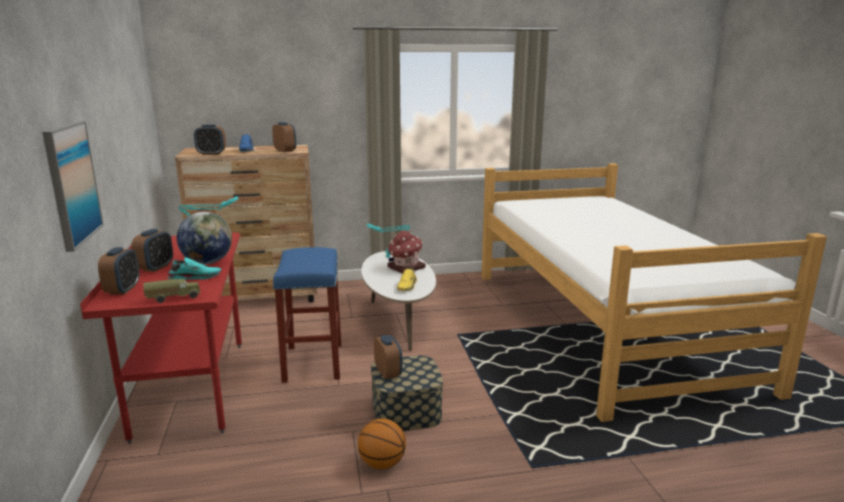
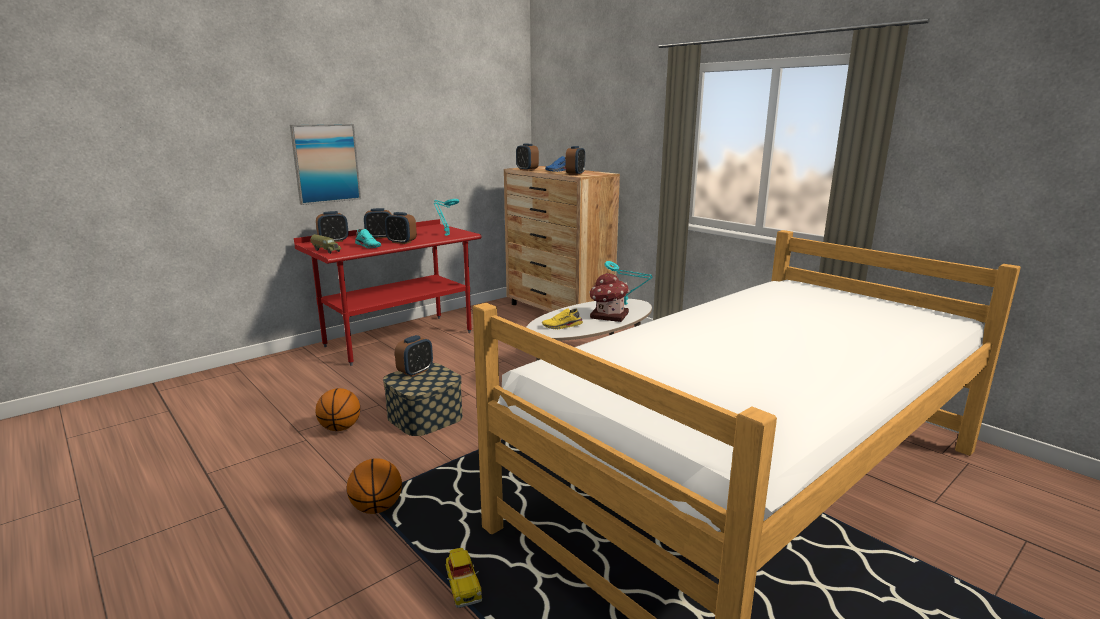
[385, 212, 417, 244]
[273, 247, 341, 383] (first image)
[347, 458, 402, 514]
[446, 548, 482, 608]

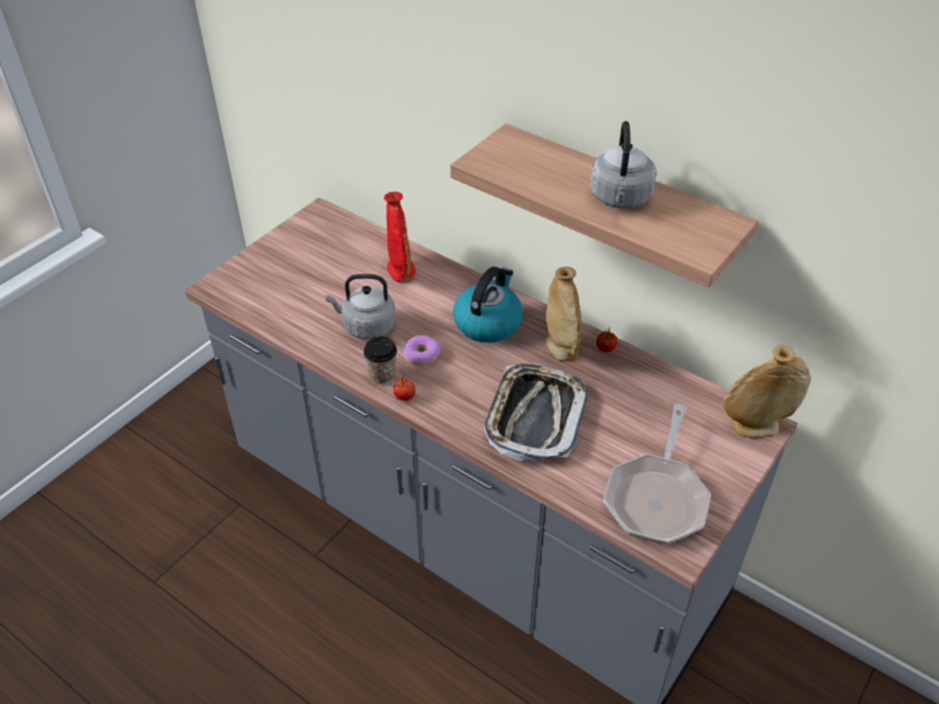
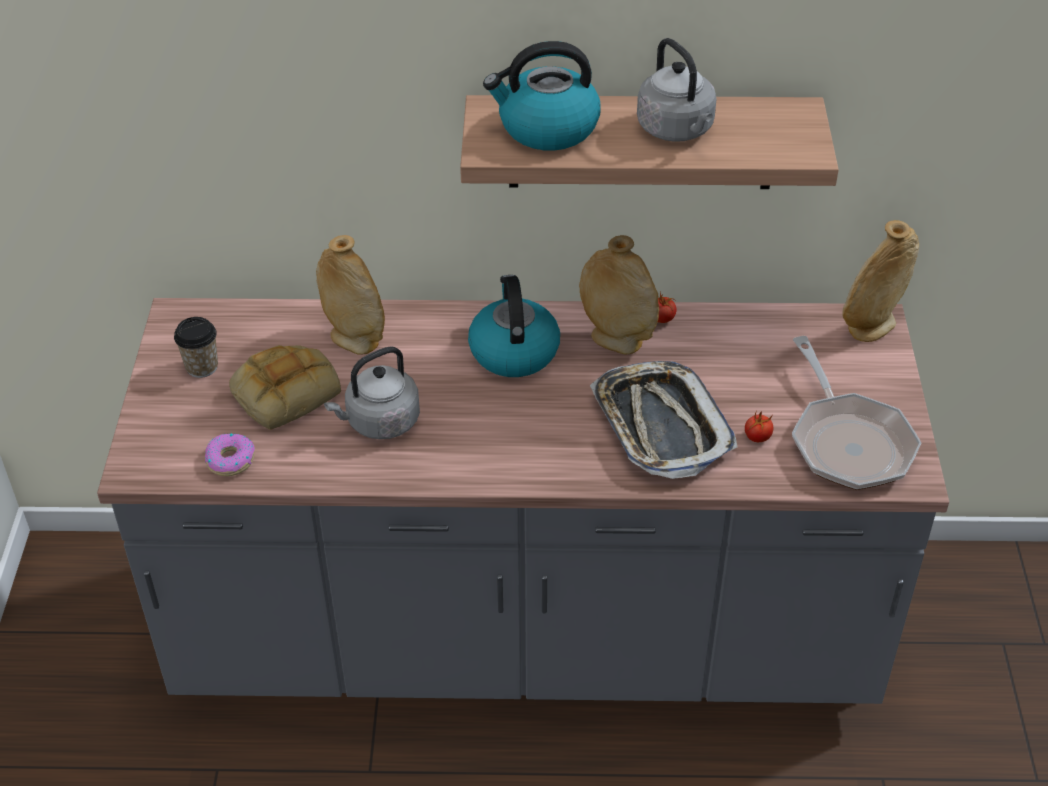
[174, 317, 218, 378]
[316, 235, 385, 355]
[745, 410, 774, 442]
[205, 434, 255, 476]
[229, 345, 341, 430]
[483, 41, 601, 151]

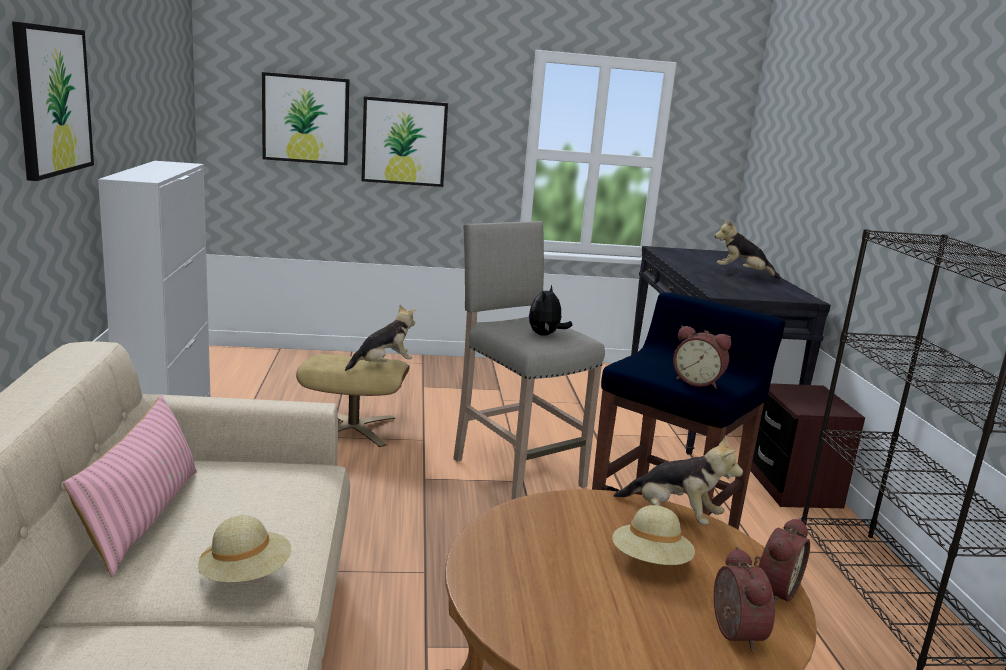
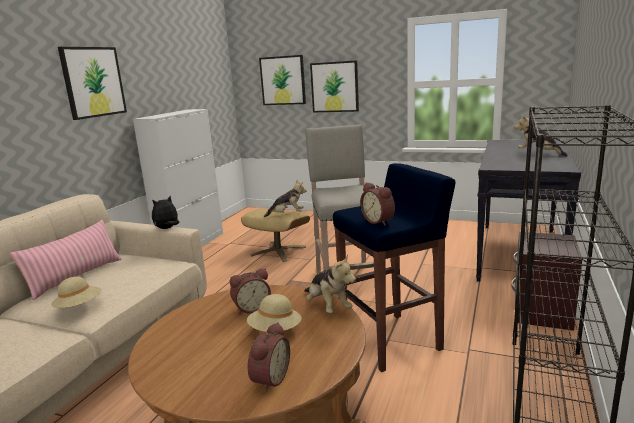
[152, 196, 179, 229]
[230, 268, 271, 314]

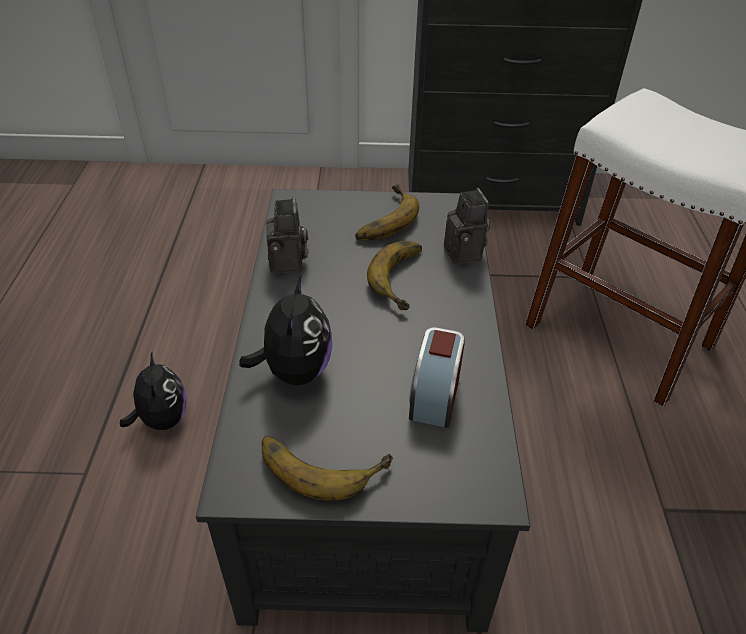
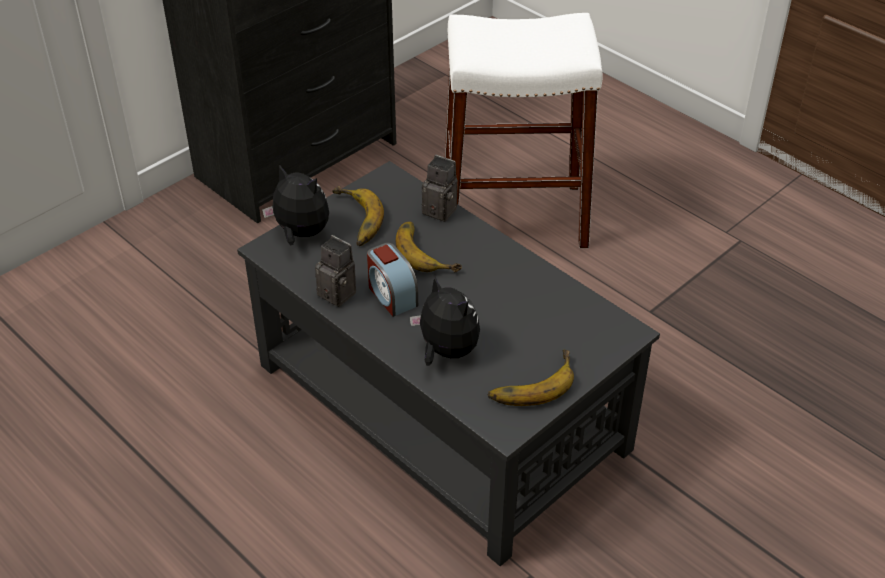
[262, 164, 329, 245]
[367, 243, 418, 317]

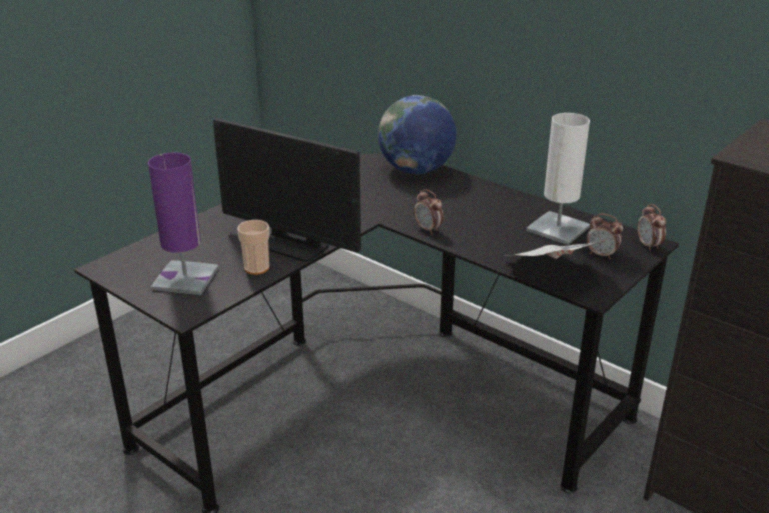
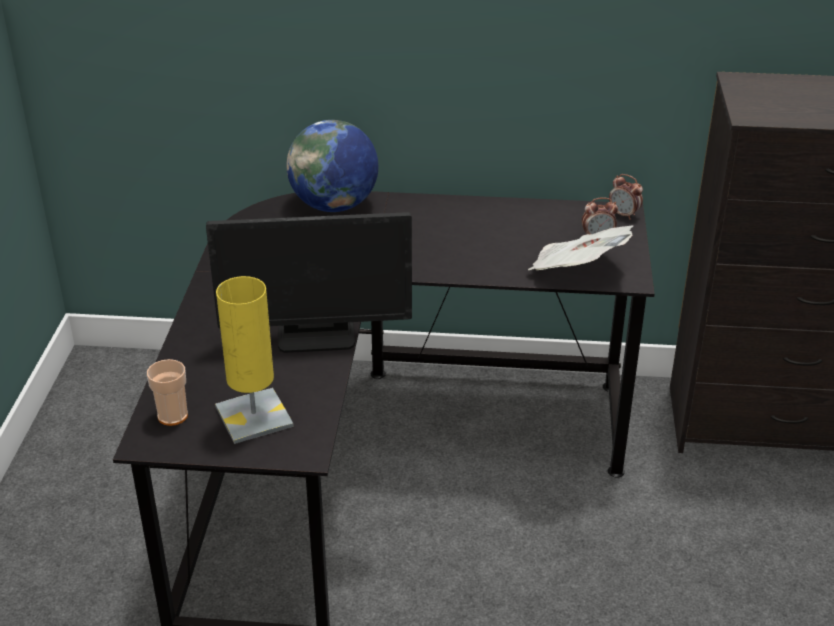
[215, 276, 294, 444]
[147, 359, 188, 426]
[414, 189, 444, 234] (first image)
[526, 113, 590, 245] (first image)

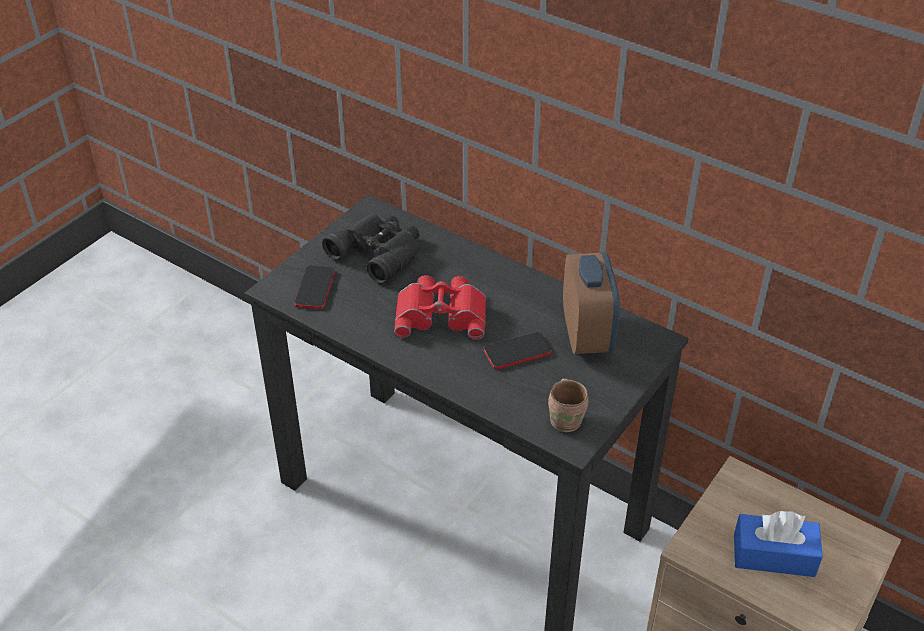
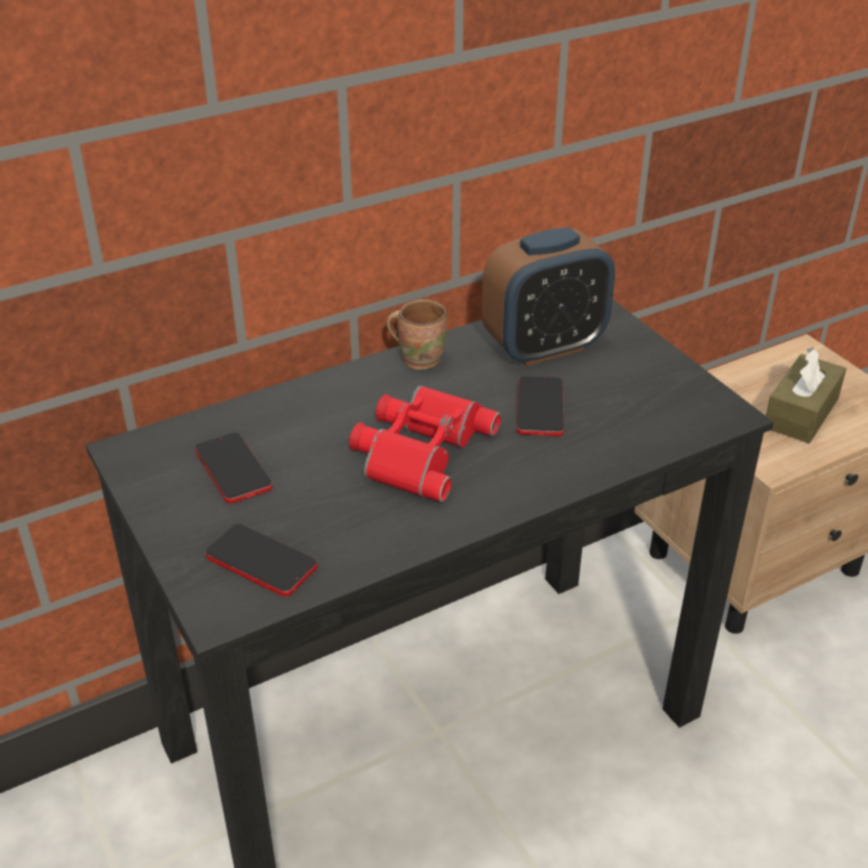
[195, 432, 272, 504]
[387, 299, 447, 370]
[482, 227, 615, 366]
[766, 347, 846, 443]

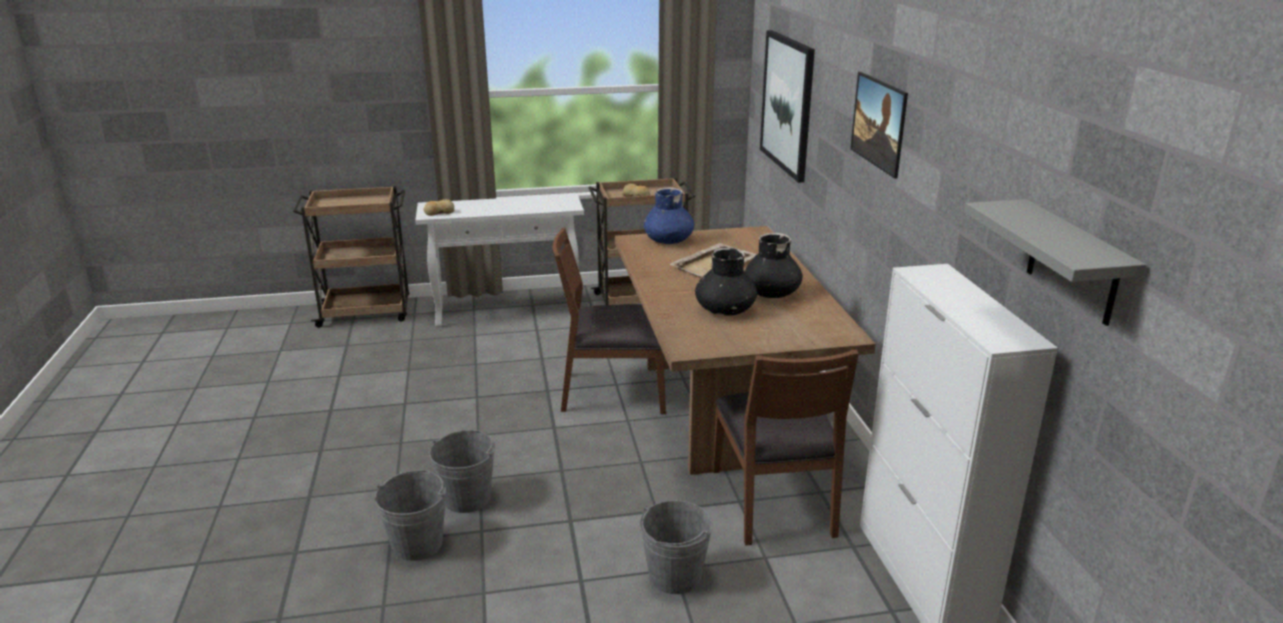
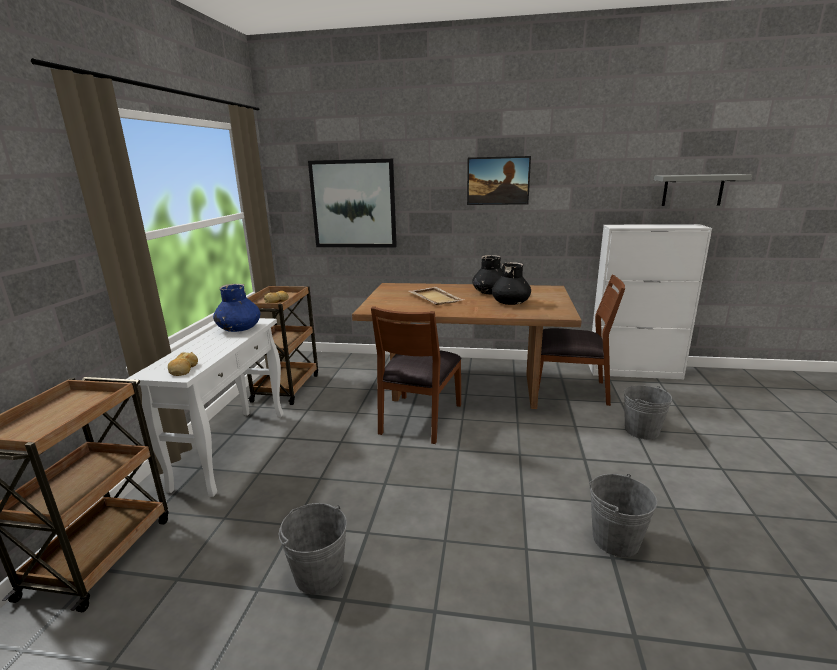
[279, 503, 347, 594]
[213, 284, 260, 332]

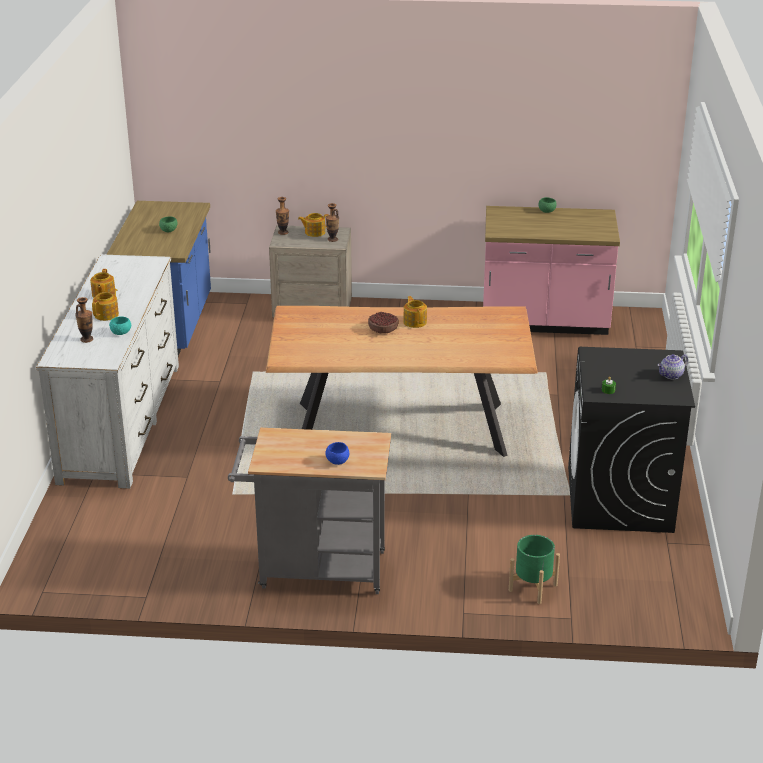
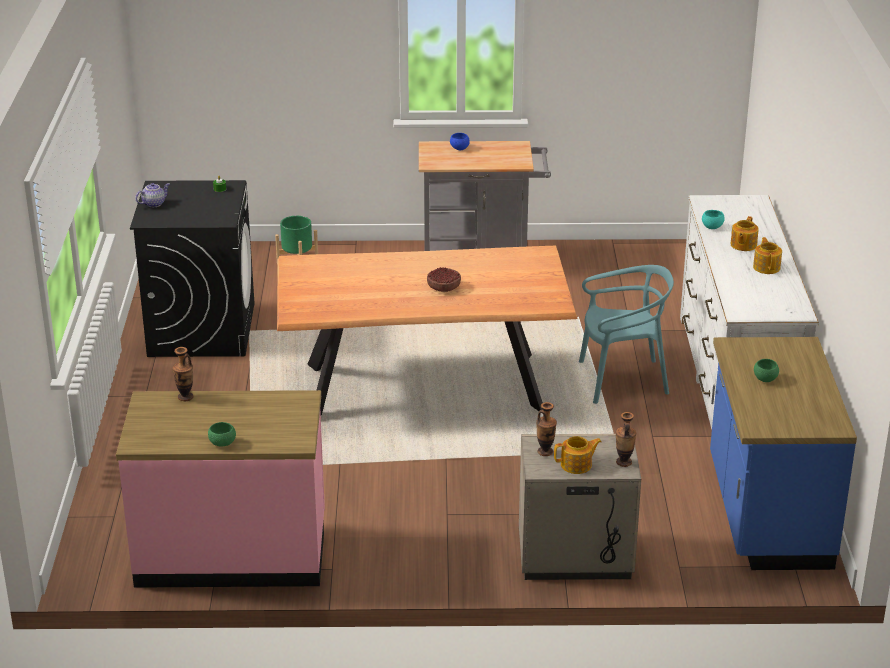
[173, 347, 194, 401]
[403, 296, 427, 328] (first image)
[579, 265, 674, 404]

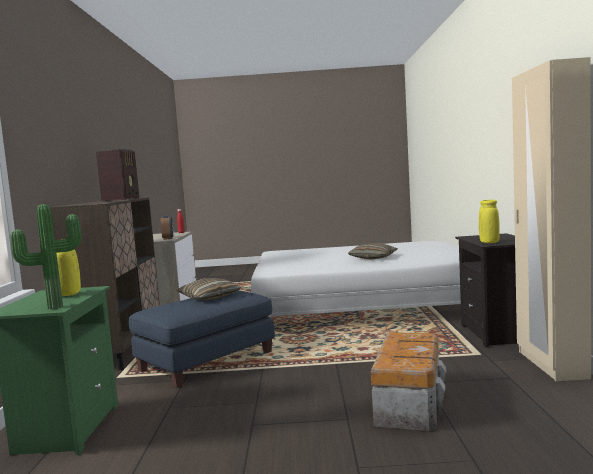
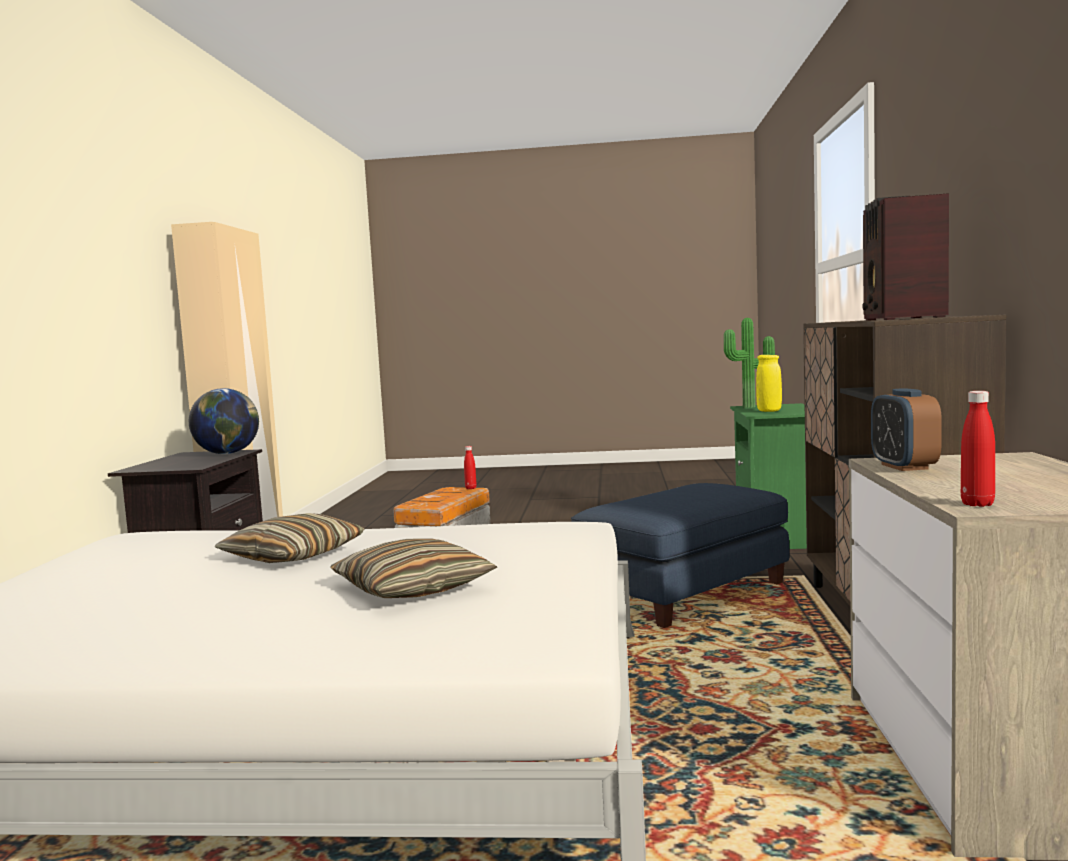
[330, 538, 497, 598]
[189, 388, 259, 454]
[464, 446, 477, 489]

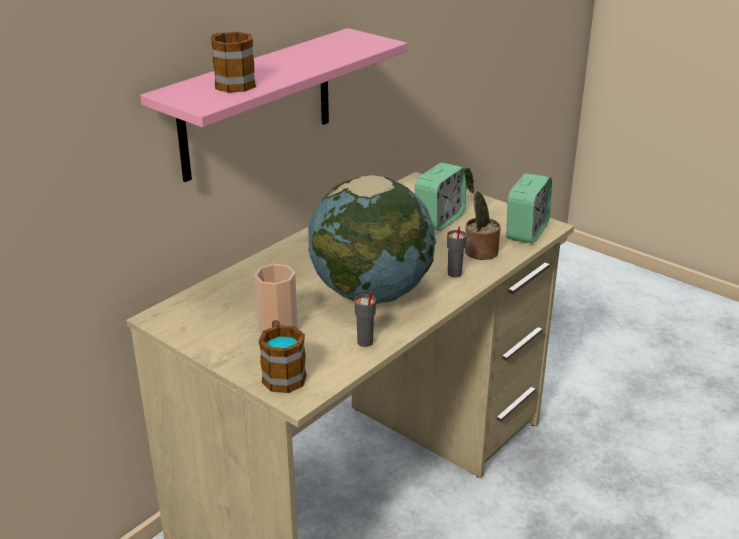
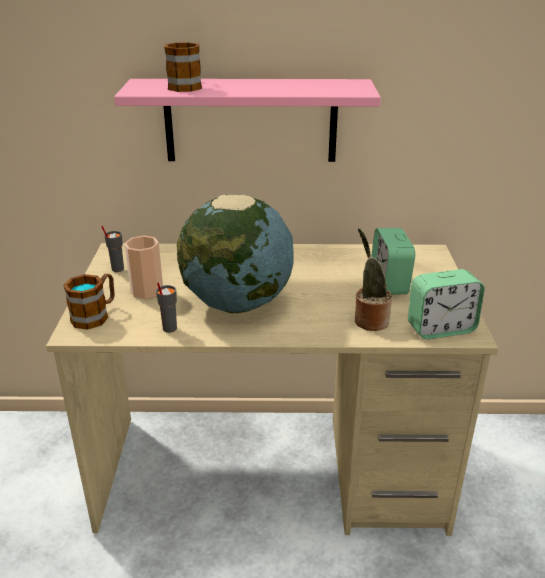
[371, 228, 416, 295]
[101, 226, 124, 272]

